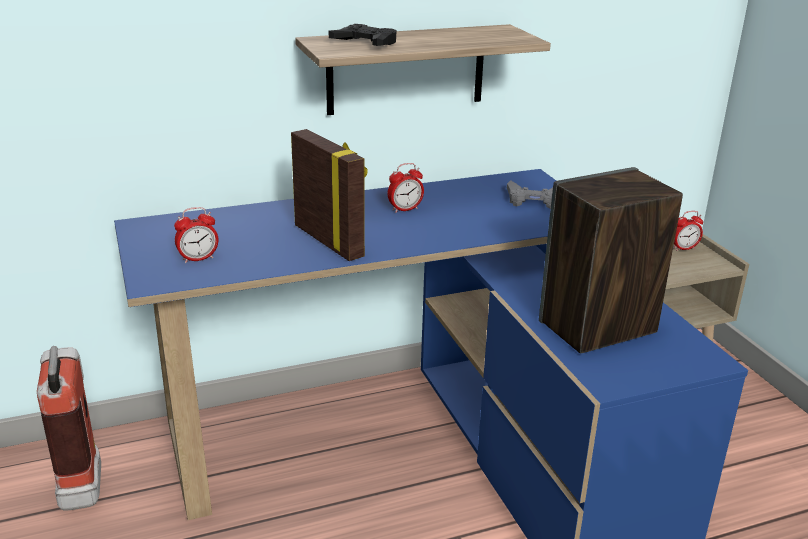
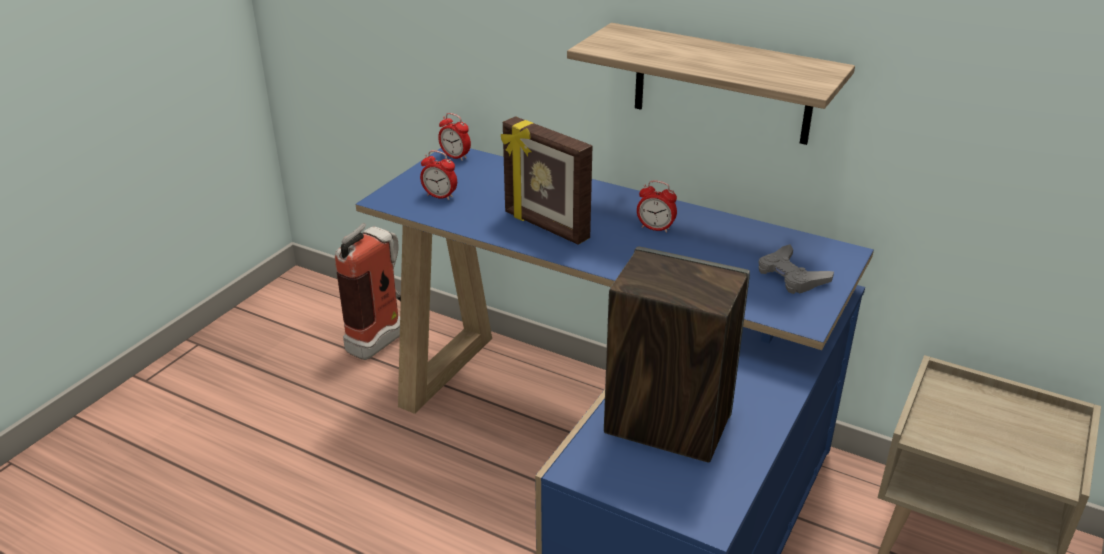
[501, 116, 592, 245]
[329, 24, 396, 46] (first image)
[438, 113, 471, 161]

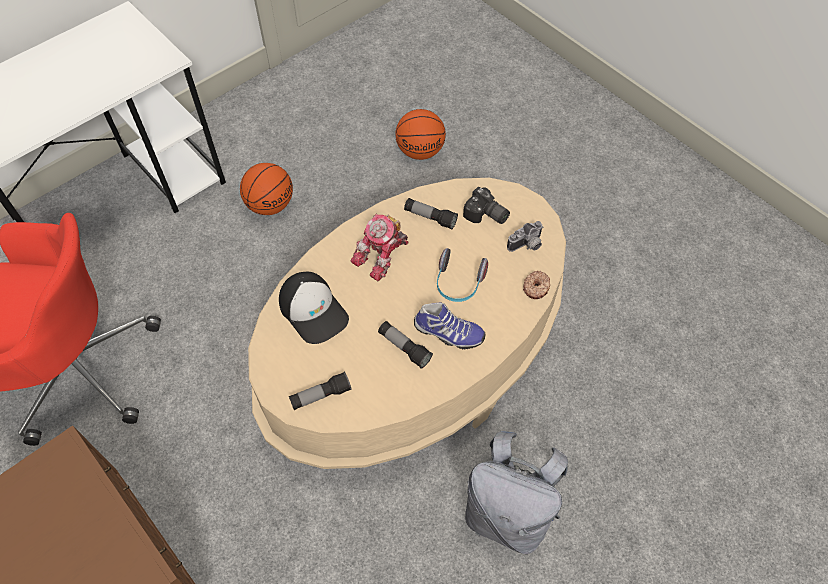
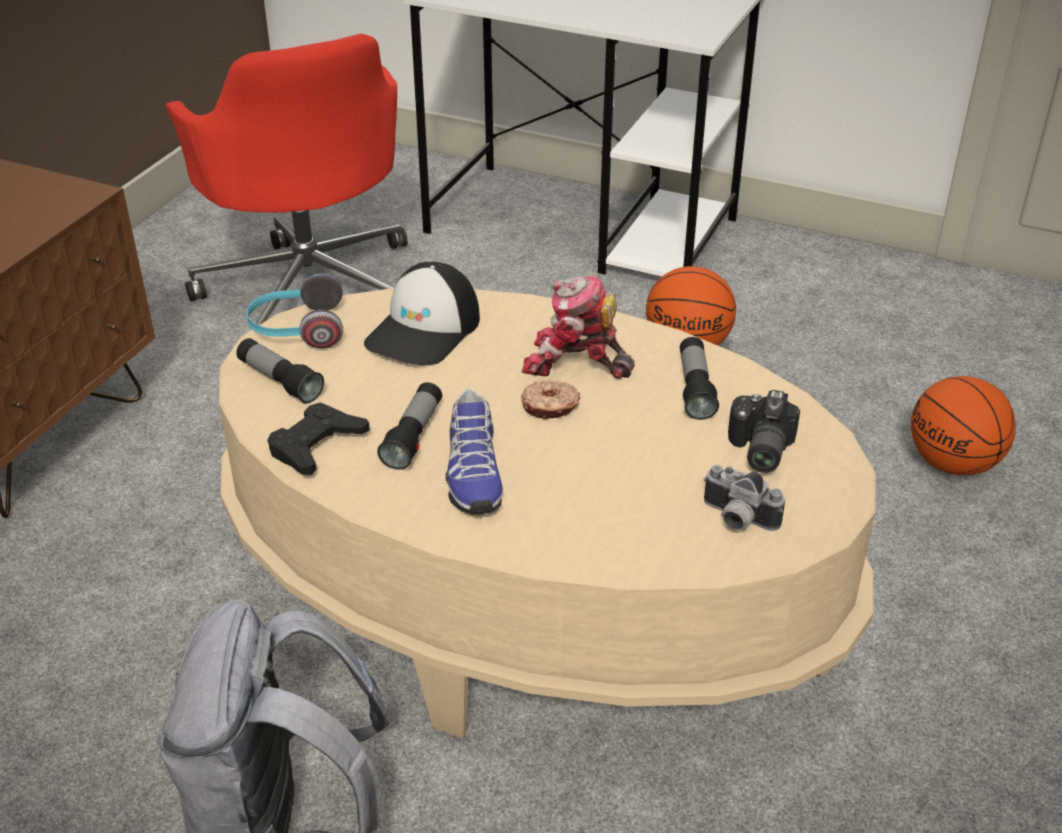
[247, 274, 343, 349]
[521, 380, 580, 419]
[267, 402, 370, 475]

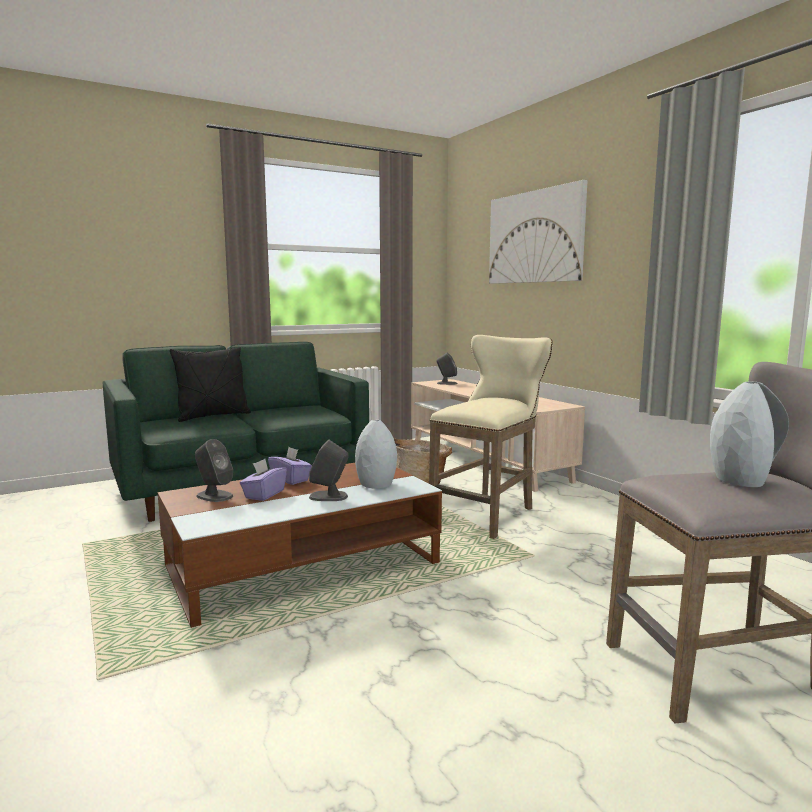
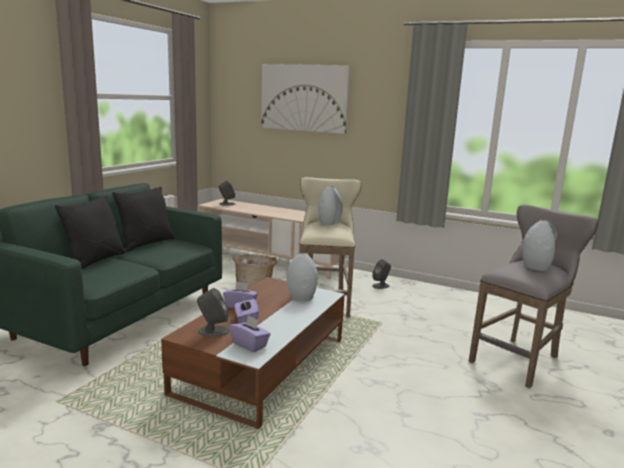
[372, 259, 391, 289]
[112, 186, 175, 252]
[230, 315, 271, 352]
[318, 186, 343, 225]

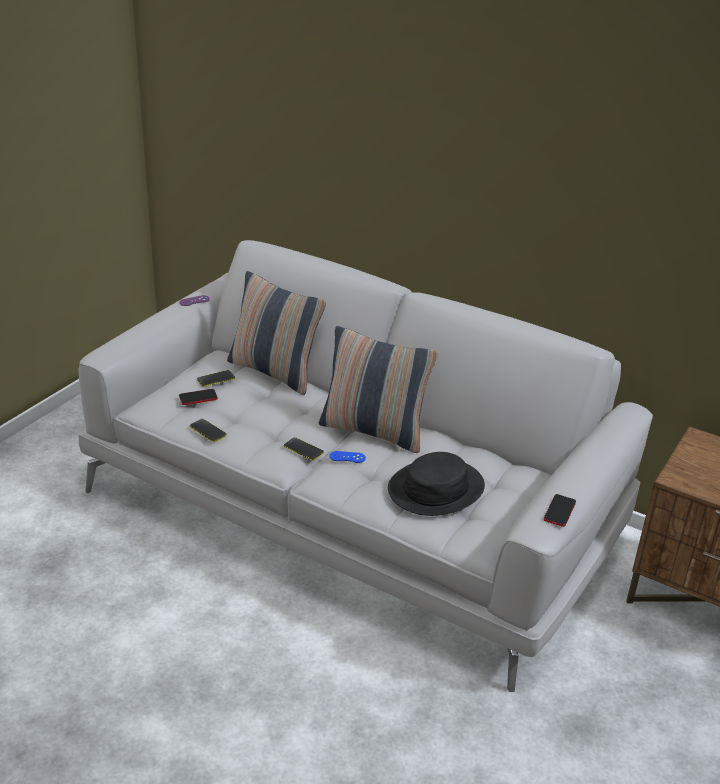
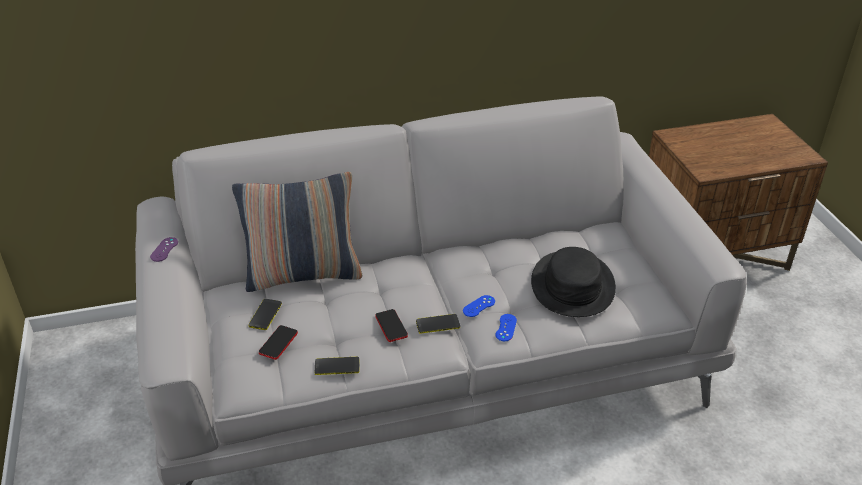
[319, 326, 438, 453] (first image)
[375, 309, 408, 342]
[496, 314, 517, 341]

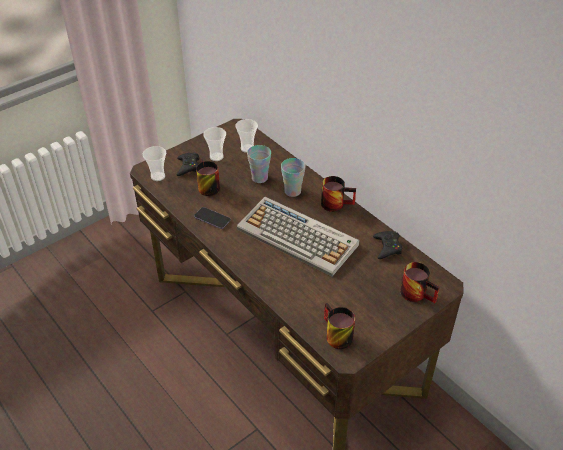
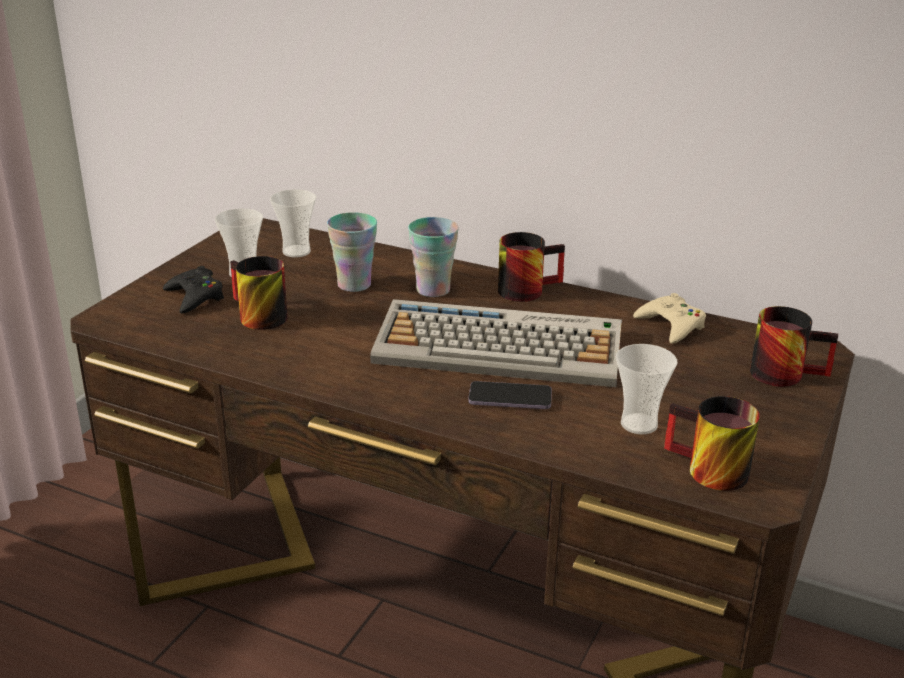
[616, 344, 677, 434]
[468, 381, 552, 409]
[633, 293, 706, 344]

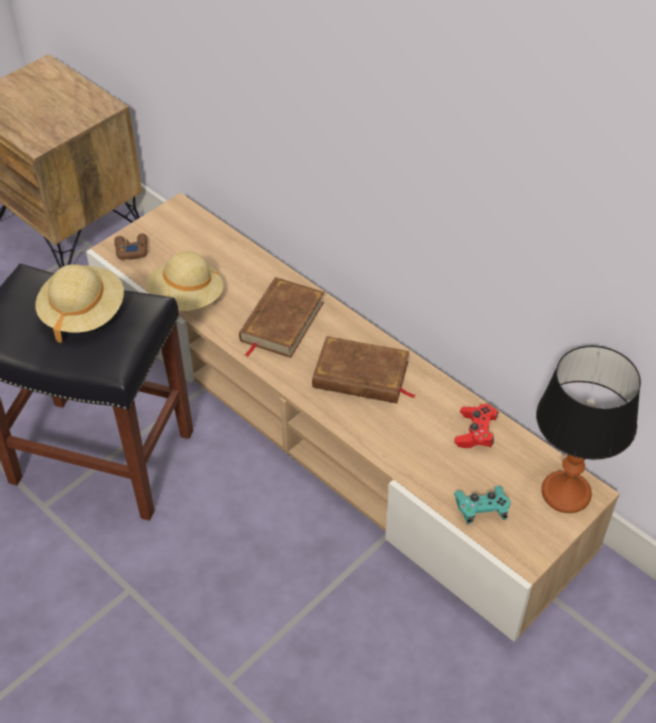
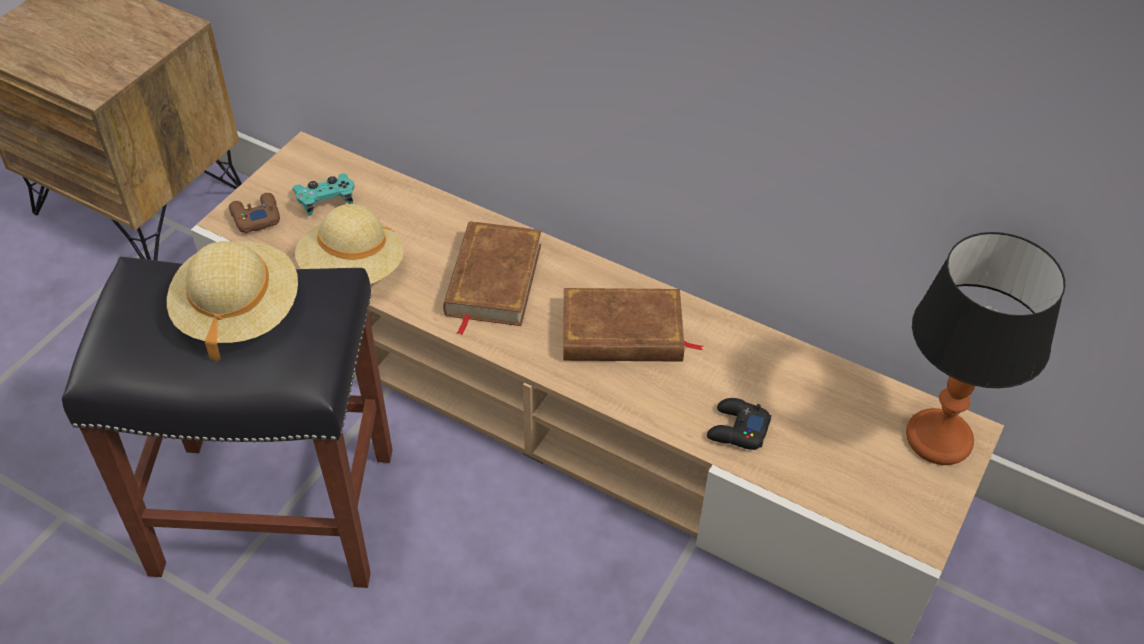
[454, 404, 498, 448] (first image)
[292, 173, 354, 216]
[707, 398, 772, 450]

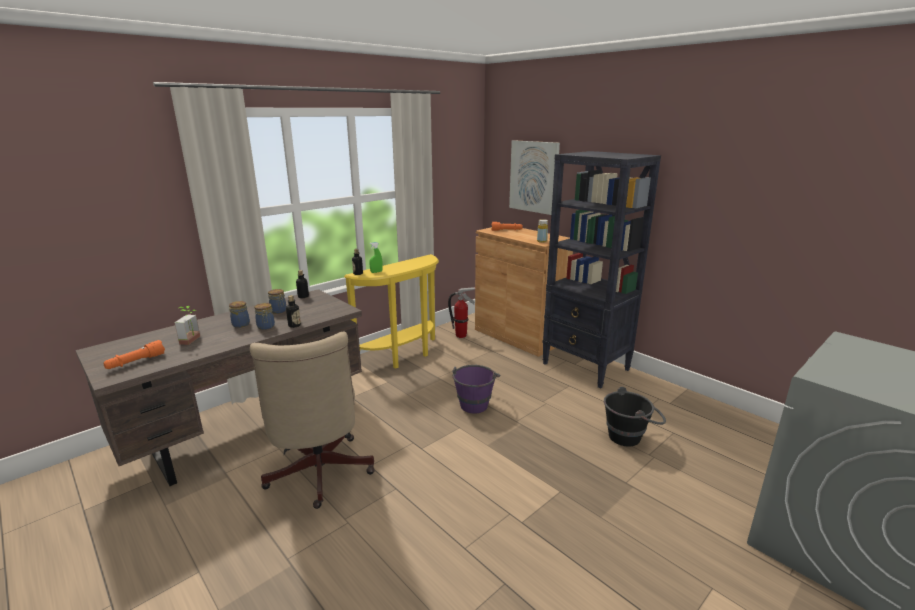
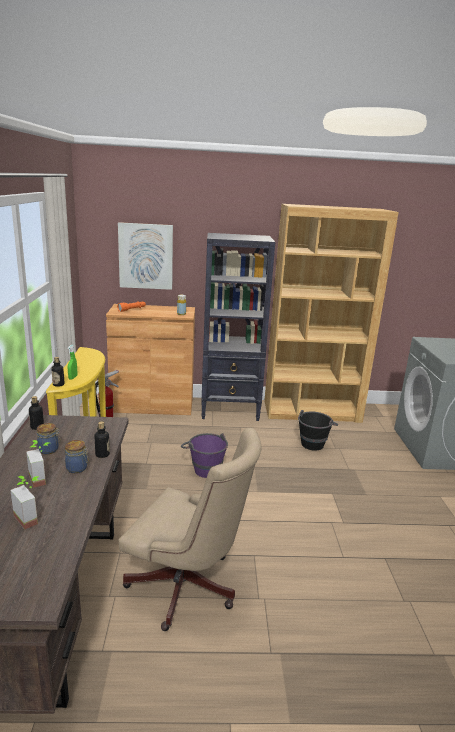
[103, 340, 165, 369] (first image)
[26, 440, 49, 488]
[264, 204, 399, 423]

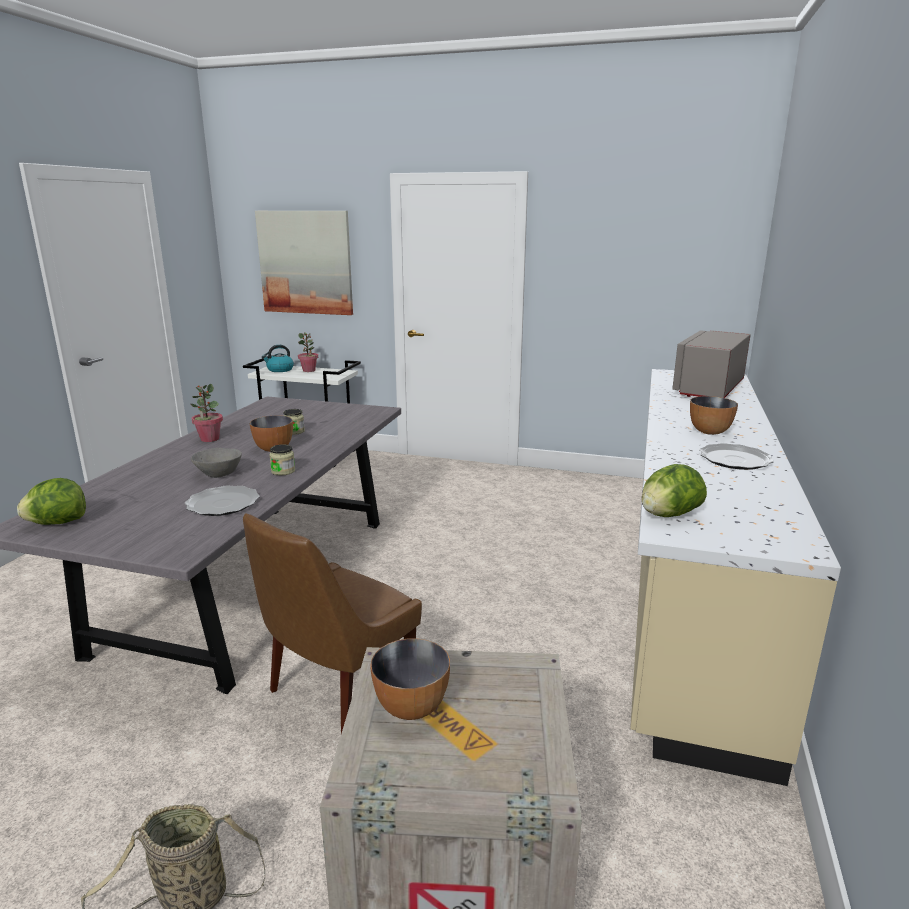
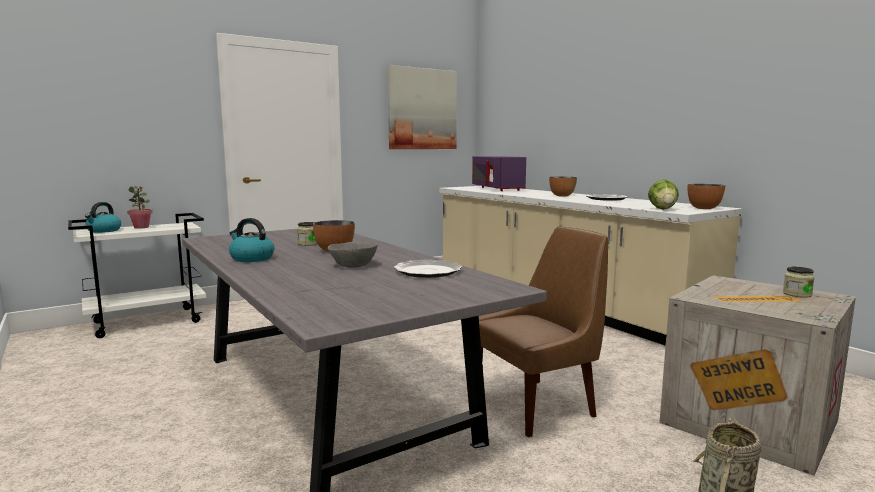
[17, 478, 86, 525] (first image)
[229, 218, 275, 262]
[478, 226, 608, 437]
[388, 65, 457, 149]
[783, 267, 815, 298]
[688, 184, 725, 209]
[472, 156, 526, 191]

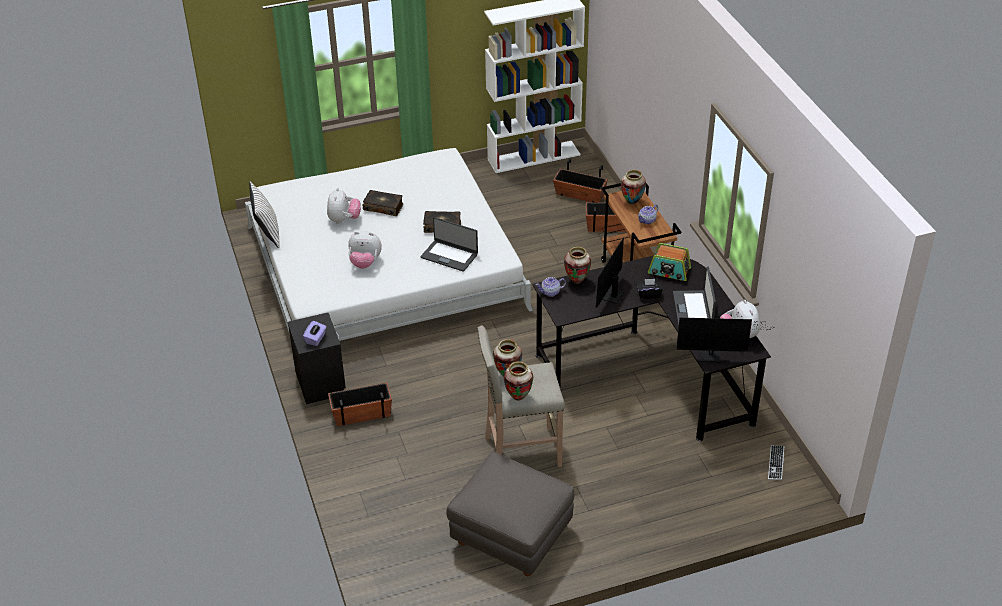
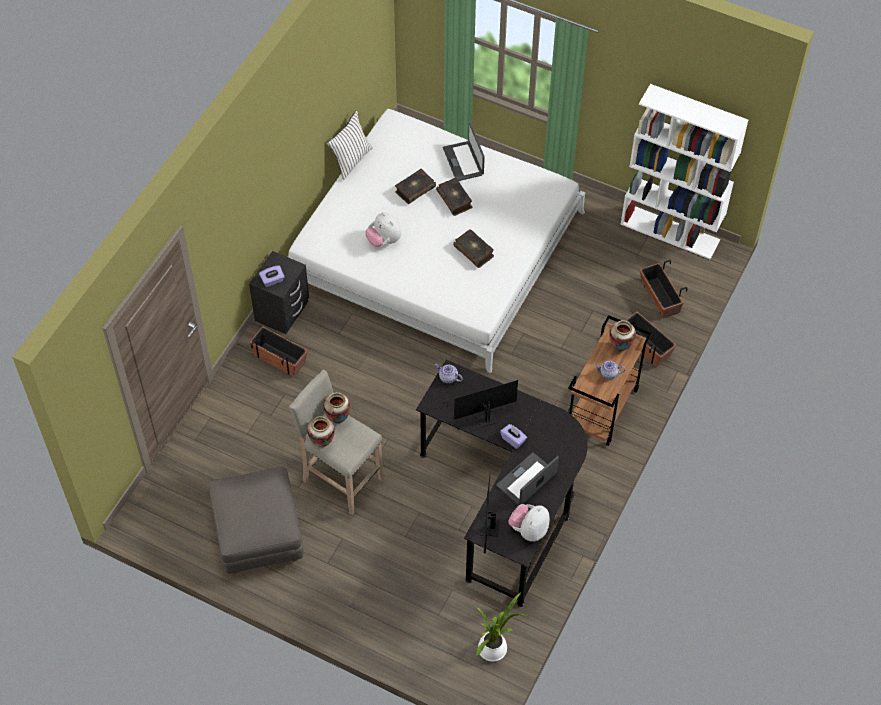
[395, 169, 436, 204]
[443, 123, 485, 181]
[564, 247, 591, 284] (first image)
[500, 424, 527, 449]
[648, 243, 691, 281] (first image)
[480, 476, 500, 553]
[476, 592, 526, 662]

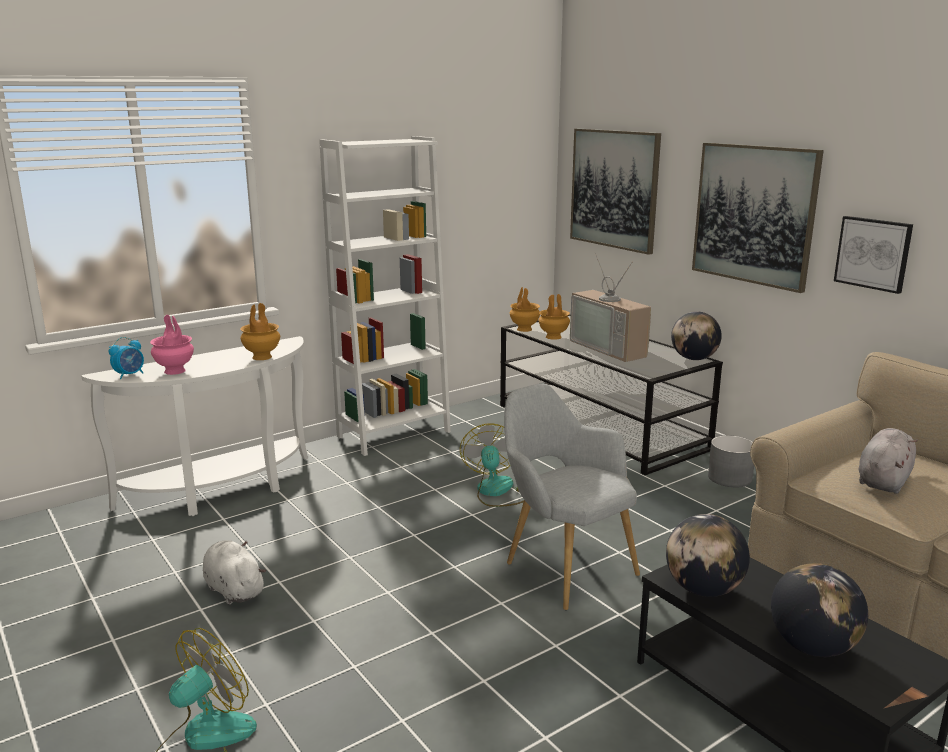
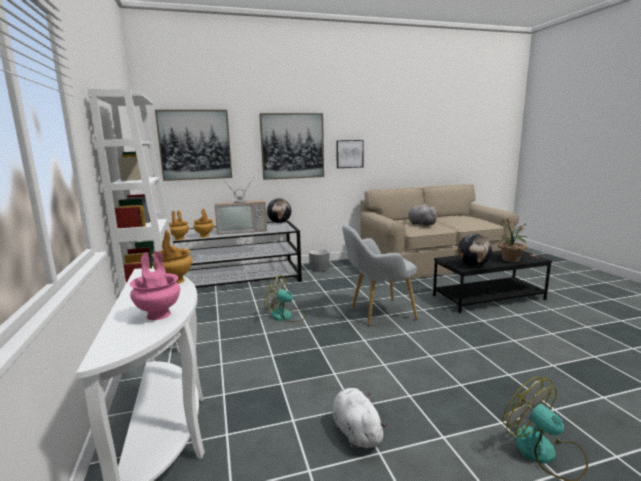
[108, 337, 144, 379] (first image)
[333, 388, 387, 450]
[495, 219, 527, 262]

